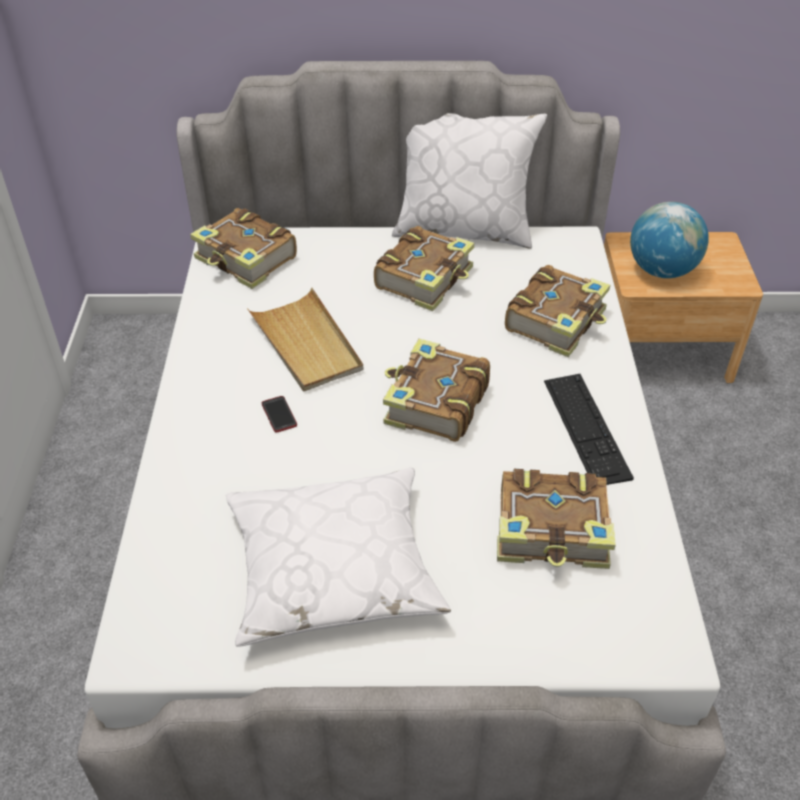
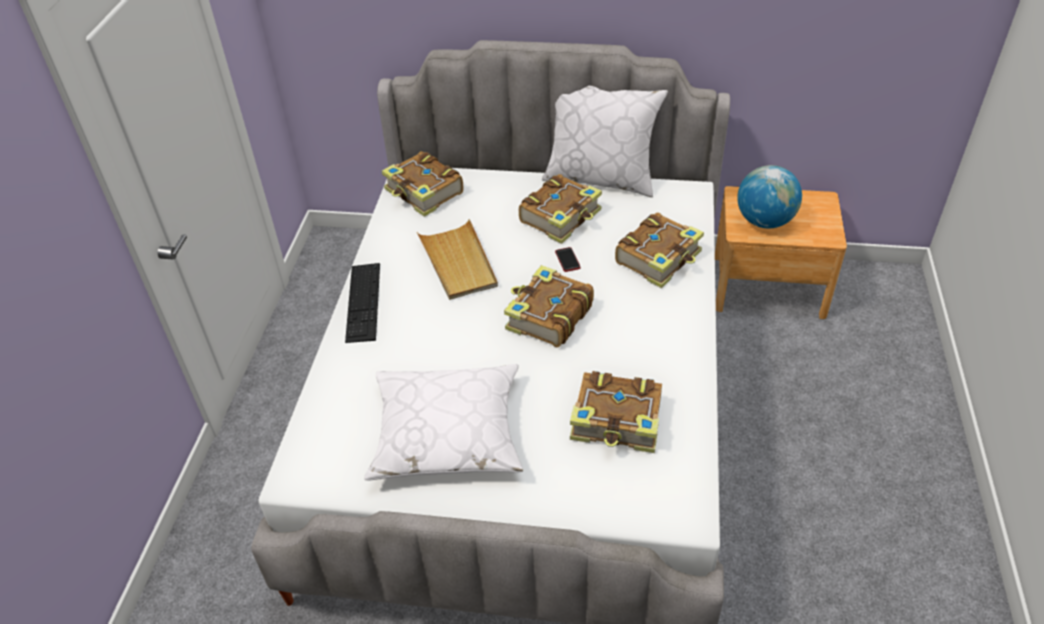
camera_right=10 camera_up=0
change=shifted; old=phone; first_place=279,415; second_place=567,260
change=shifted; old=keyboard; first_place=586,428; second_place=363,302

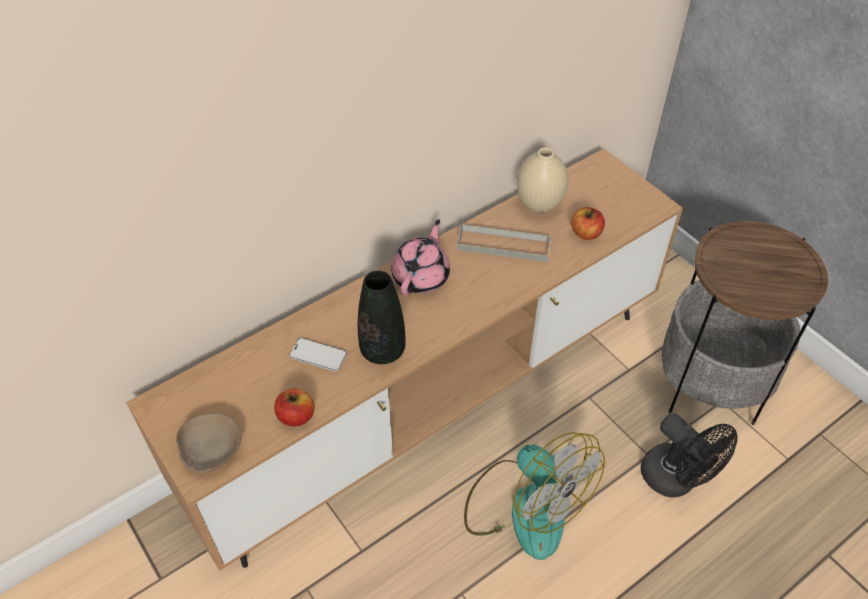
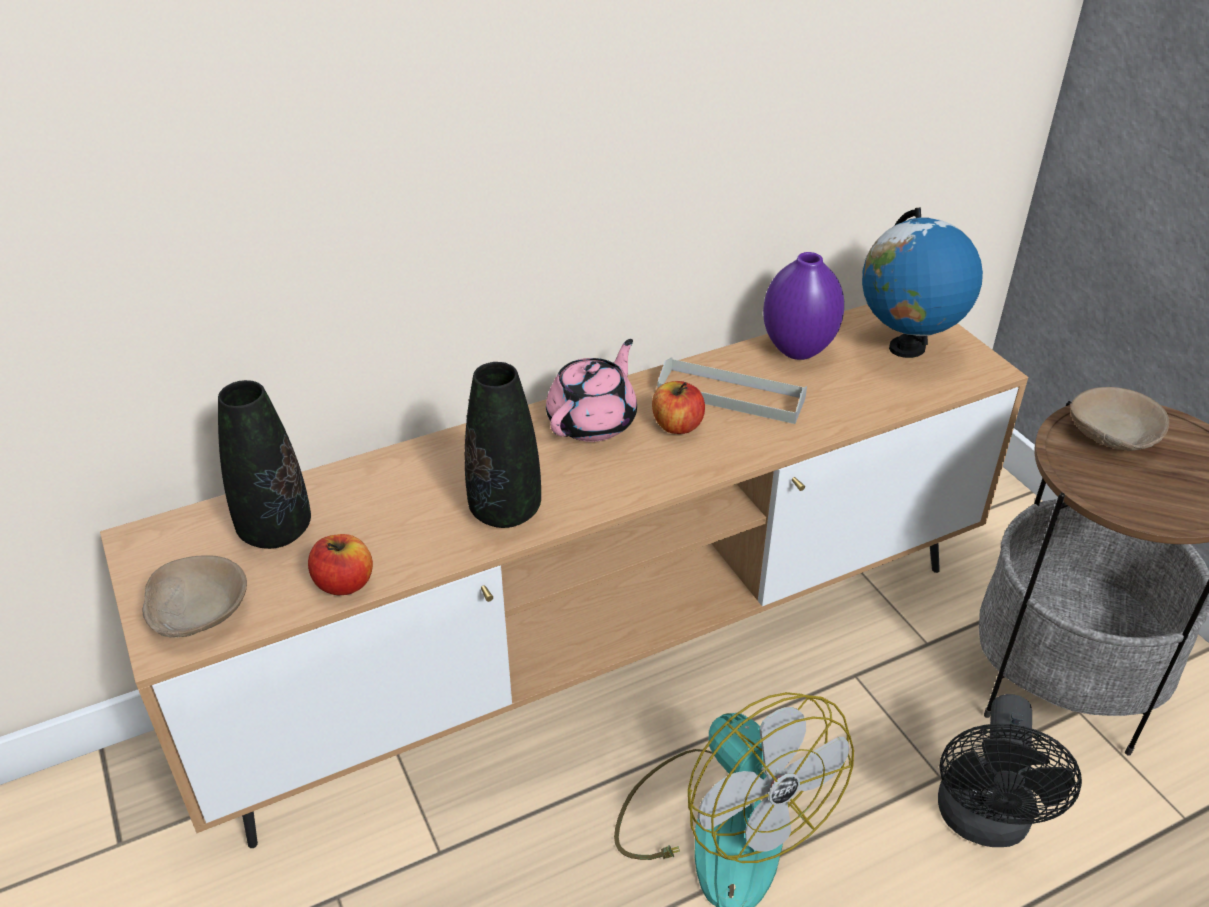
camera_right=10 camera_up=-10
change=gone; old=phone; first_place=318,356
change=new; new=vase (black); second_place=276,531
change=new; new=globe; second_place=906,348
change=new; new=bowl (beige); second_place=1113,434
change=shifted; old=apple; first_place=586,233; second_place=677,425
change=repainted; old=vase (beige); new=vase (purple); first_place=538,205; second_place=797,351
change=rotated; old=fan (black); first_place=676,480; second_place=983,822; degrees=45

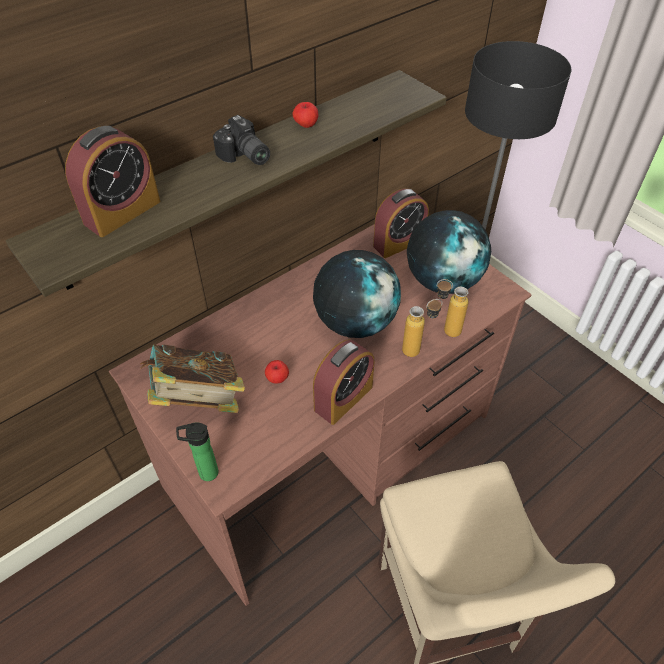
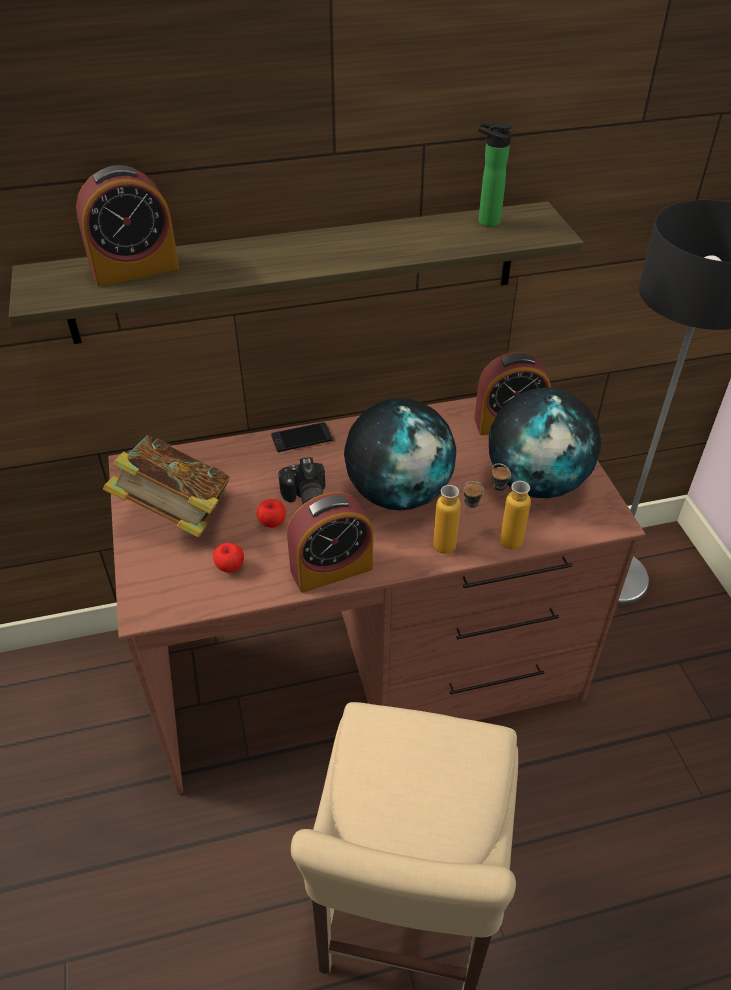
camera_right=25 camera_up=-5
change=new; new=phone; second_place=301,438
change=shifted; old=bottle; first_place=205,473; second_place=485,221
change=shifted; old=photo camera; first_place=244,157; second_place=305,499
change=shifted; old=apple; first_place=306,125; second_place=230,567

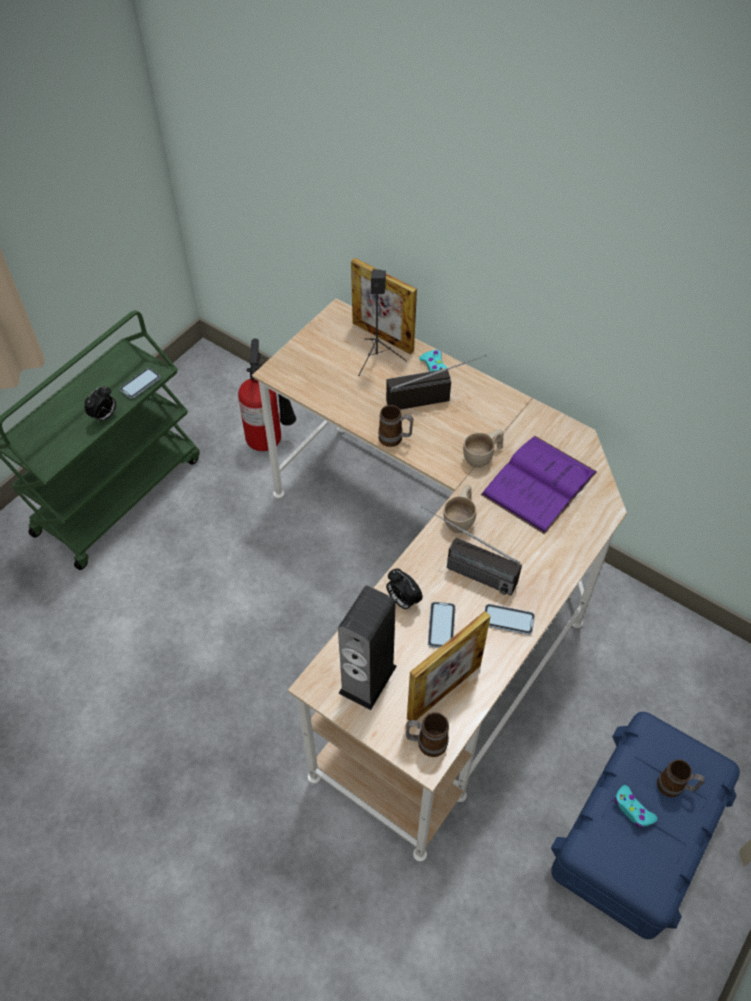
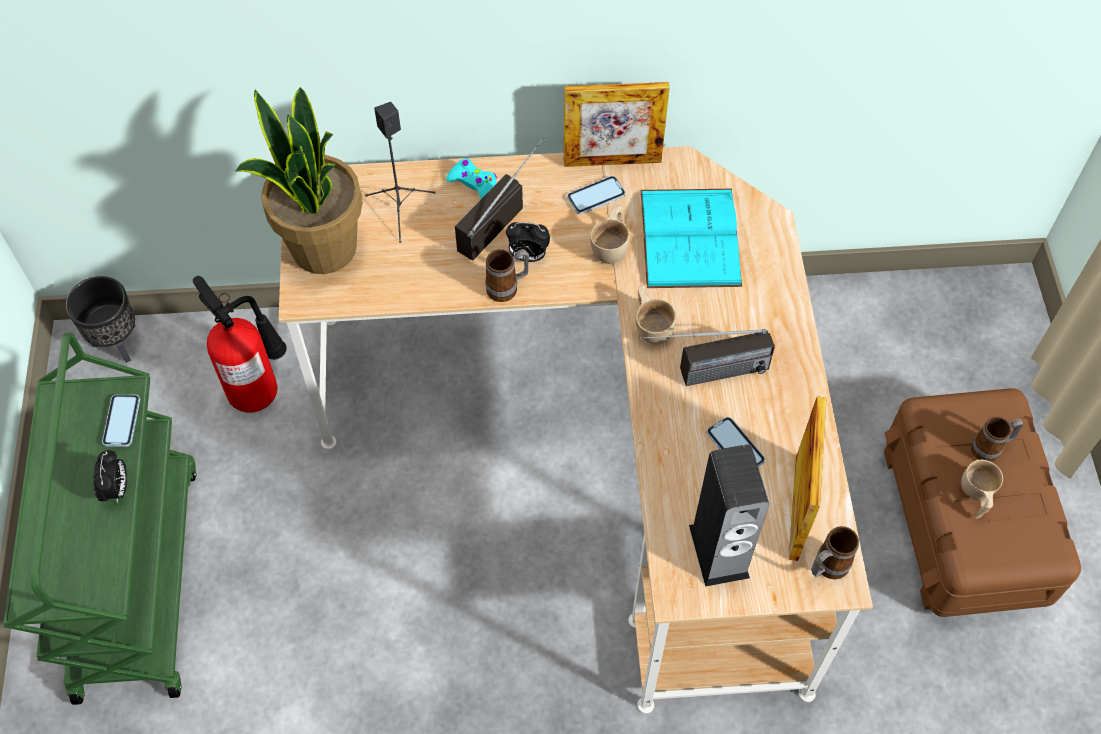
camera_right=-40 camera_up=5
change=new; new=planter (black); second_place=119,342
change=new; new=potted plant; second_place=322,248
change=shifted; old=picture frame; first_place=382,337; second_place=612,161
change=shifted; old=alarm clock; first_place=402,600; second_place=528,256
change=shifted; old=phone; first_place=508,620; second_place=596,196
change=swapped; old=game controller (turquoise); new=cup (beige); first_place=632,809; second_place=975,496
change=repainted; old=book (purple); new=book (turquoise); first_place=539,483; second_place=690,237
change=repainted; old=storage box (blue); new=storage box (brown); first_place=636,835; second_place=966,522

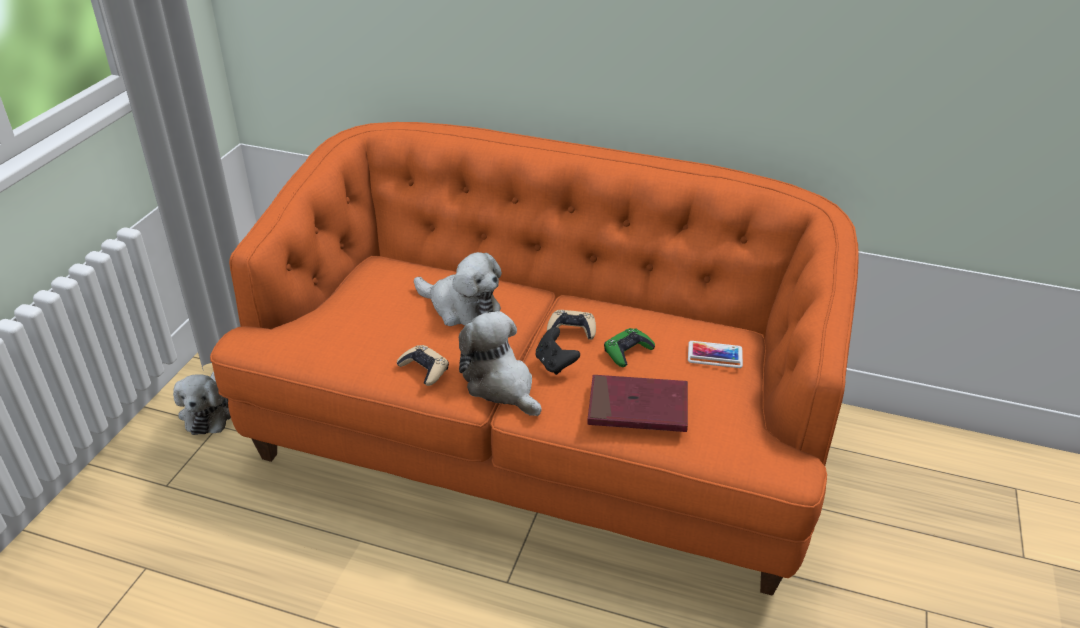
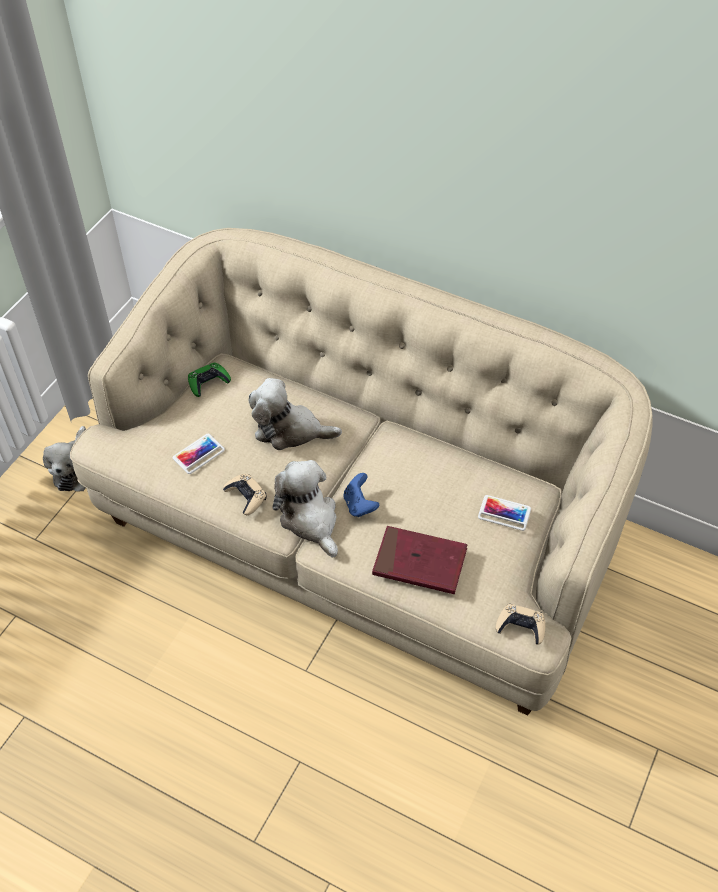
camera_right=10 camera_up=15
change=new; new=phone; second_place=198,454
change=shifted; old=game controller (beige); first_place=572,329; second_place=521,626
change=shifted; old=game controller (green); first_place=627,351; second_place=208,382
change=repainted; old=sofa (orange); new=sofa (beige); first_place=538,439; second_place=359,534
change=repainted; old=game controller (black); new=game controller (blue); first_place=555,364; second_place=359,505
change=rotated; old=plush toy; first_place=461,307; second_place=290,430; degrees=150

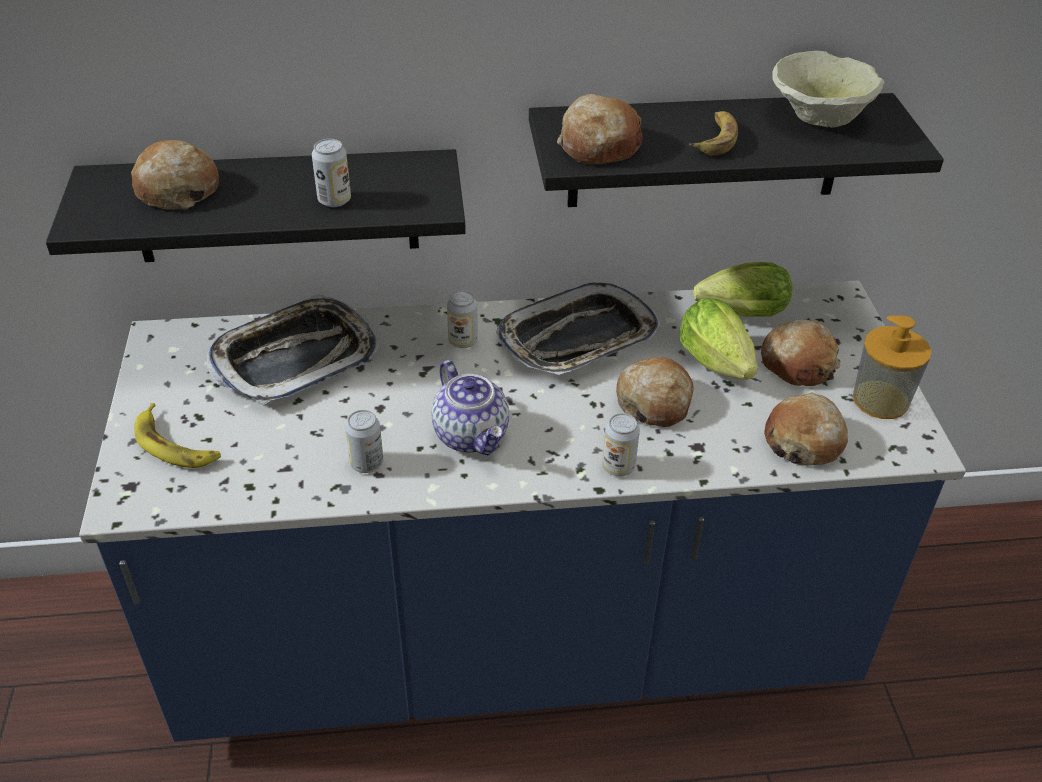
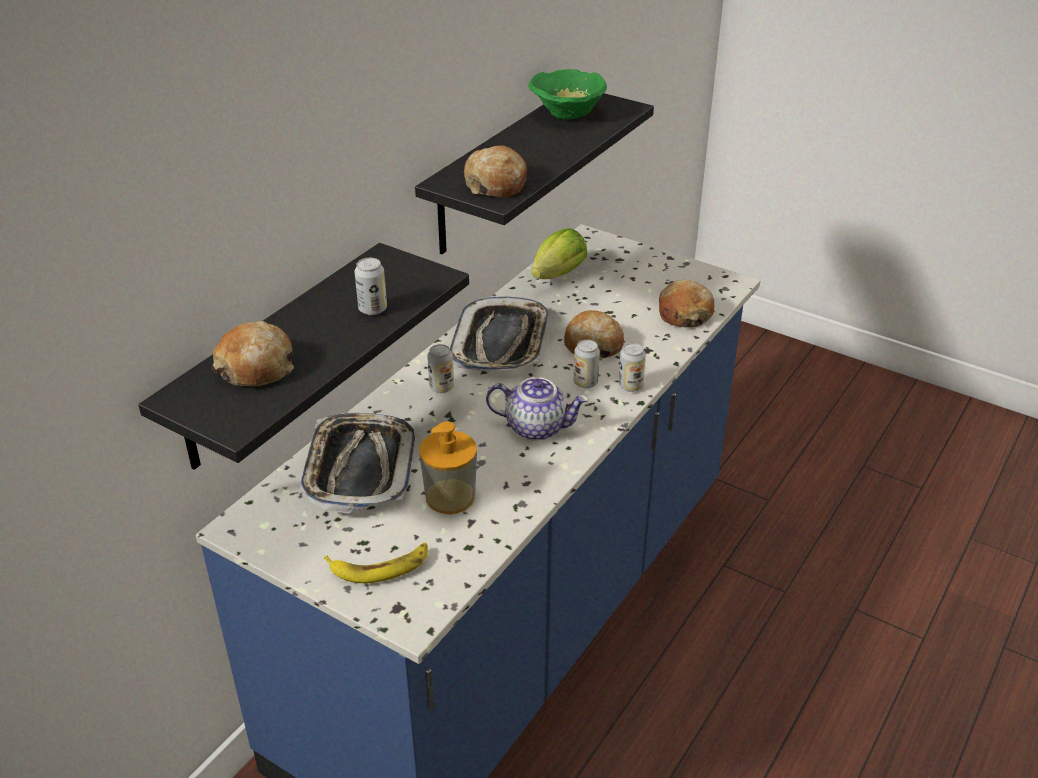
camera_right=-50 camera_up=-5
change=gone; old=lettuce; first_place=718,366
change=gone; old=banana; first_place=714,139
change=gone; old=bread; first_place=798,364
change=shifted; old=can; first_place=367,463; second_place=585,382
change=shifted; old=soap dispenser; first_place=880,400; second_place=450,496
change=repainted; old=bowl (beige); new=bowl (green); first_place=819,116; second_place=566,113

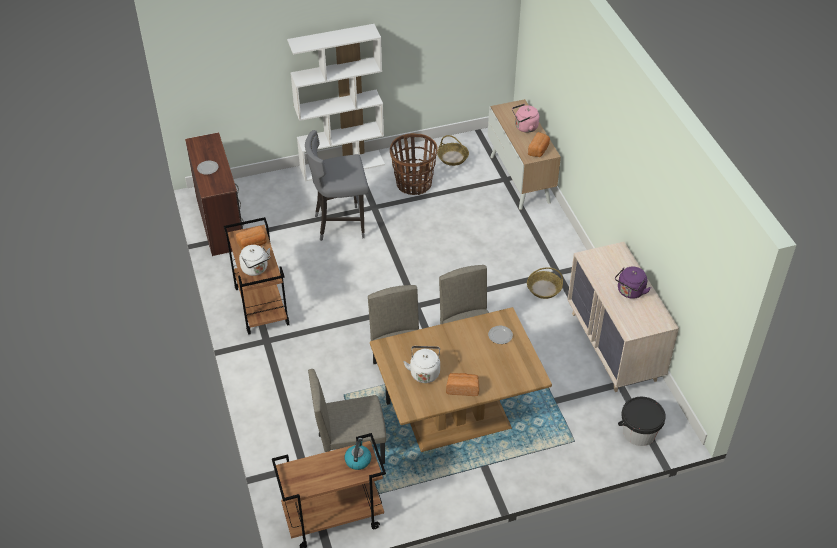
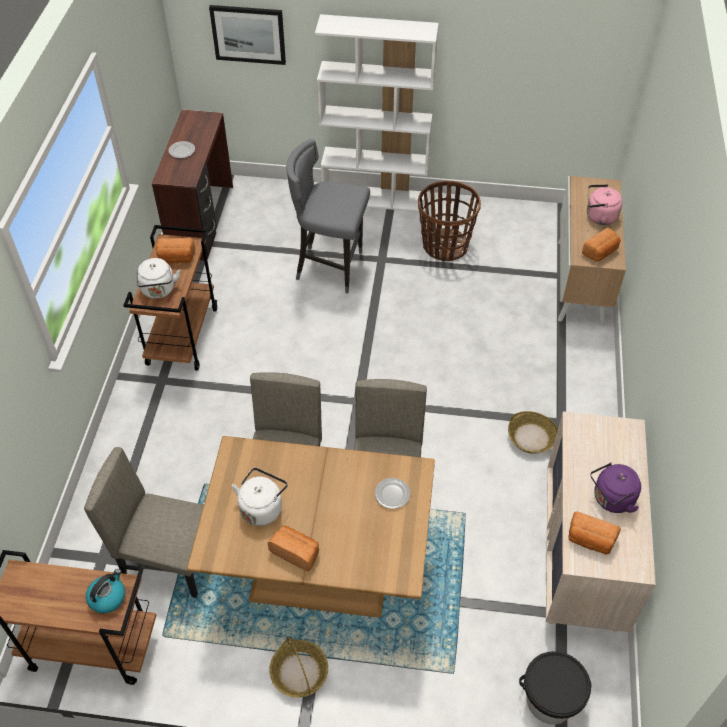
camera_right=25 camera_up=5
change=new; new=picture; second_place=248,34
change=new; new=bread; second_place=590,540
change=shifted; old=basket; first_place=452,158; second_place=299,672

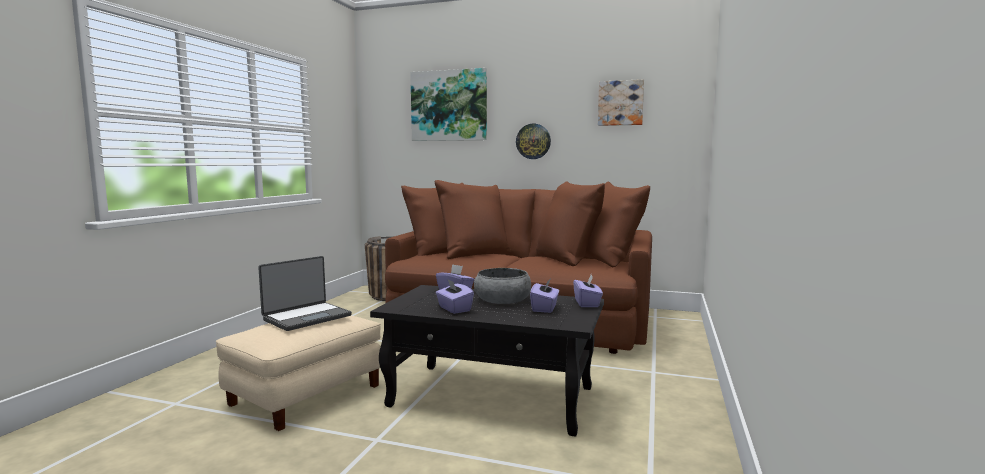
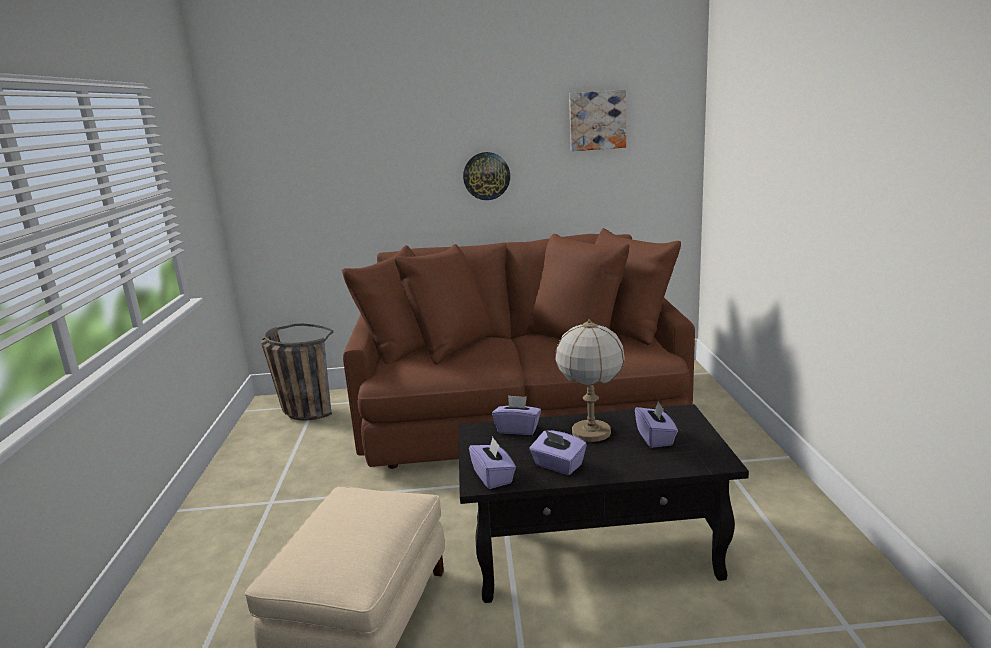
camera_right=-20 camera_up=10
change=gone; old=laptop; first_place=306,317
change=gone; old=picture; first_place=449,105
change=shifted; old=tissue box (purple); first_place=587,303; second_place=493,477
change=swapped; old=bowl (grey); new=table lamp; first_place=502,299; second_place=591,432

